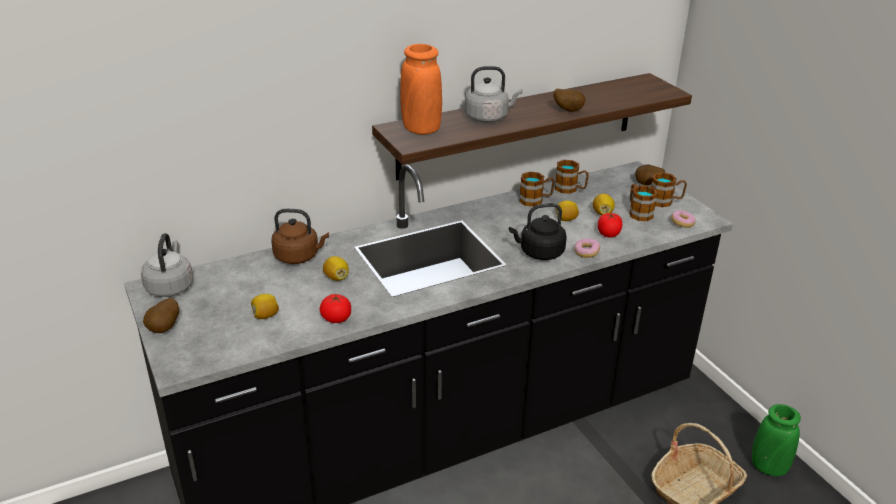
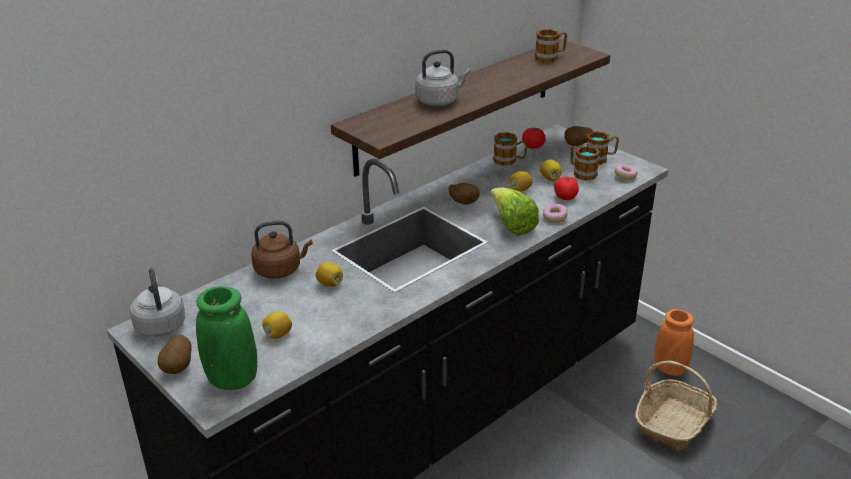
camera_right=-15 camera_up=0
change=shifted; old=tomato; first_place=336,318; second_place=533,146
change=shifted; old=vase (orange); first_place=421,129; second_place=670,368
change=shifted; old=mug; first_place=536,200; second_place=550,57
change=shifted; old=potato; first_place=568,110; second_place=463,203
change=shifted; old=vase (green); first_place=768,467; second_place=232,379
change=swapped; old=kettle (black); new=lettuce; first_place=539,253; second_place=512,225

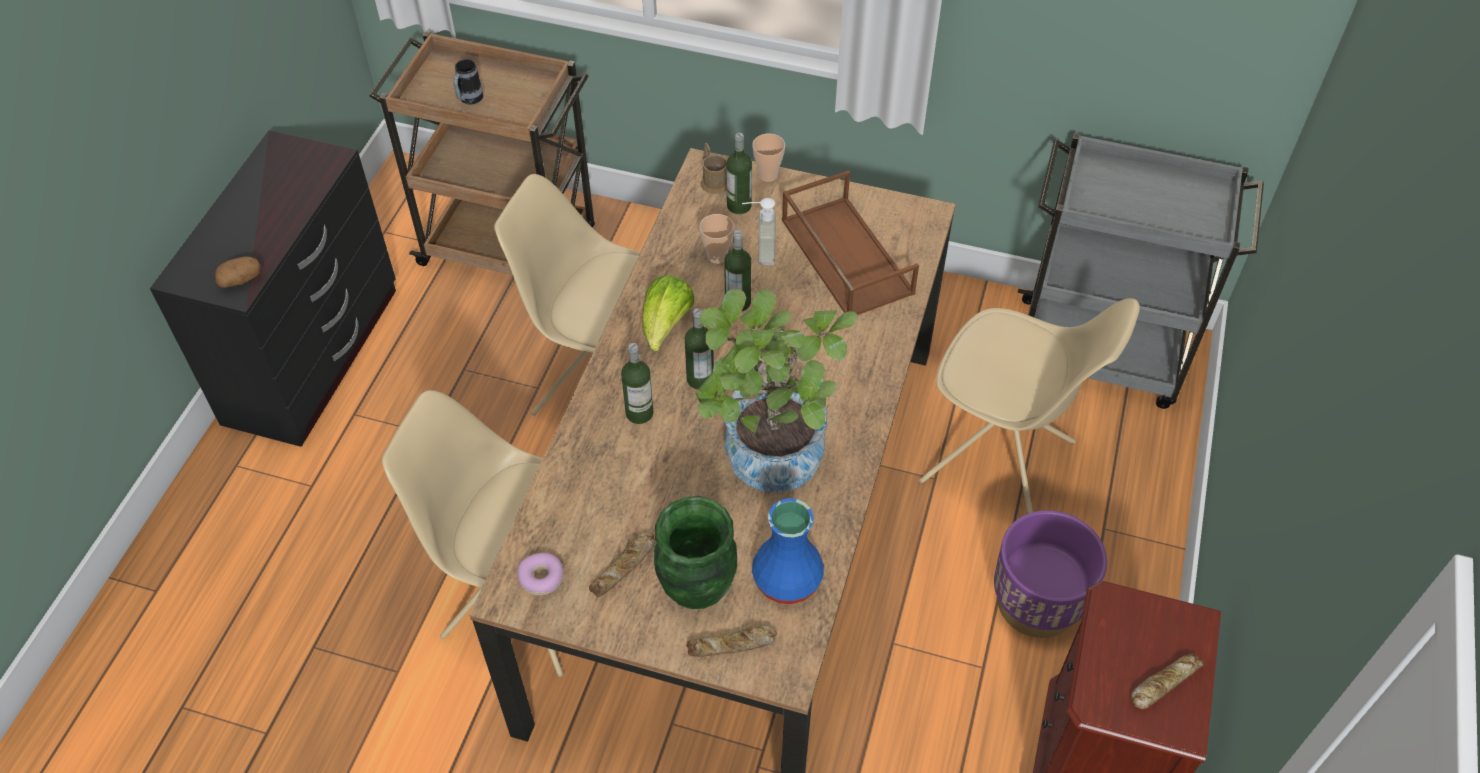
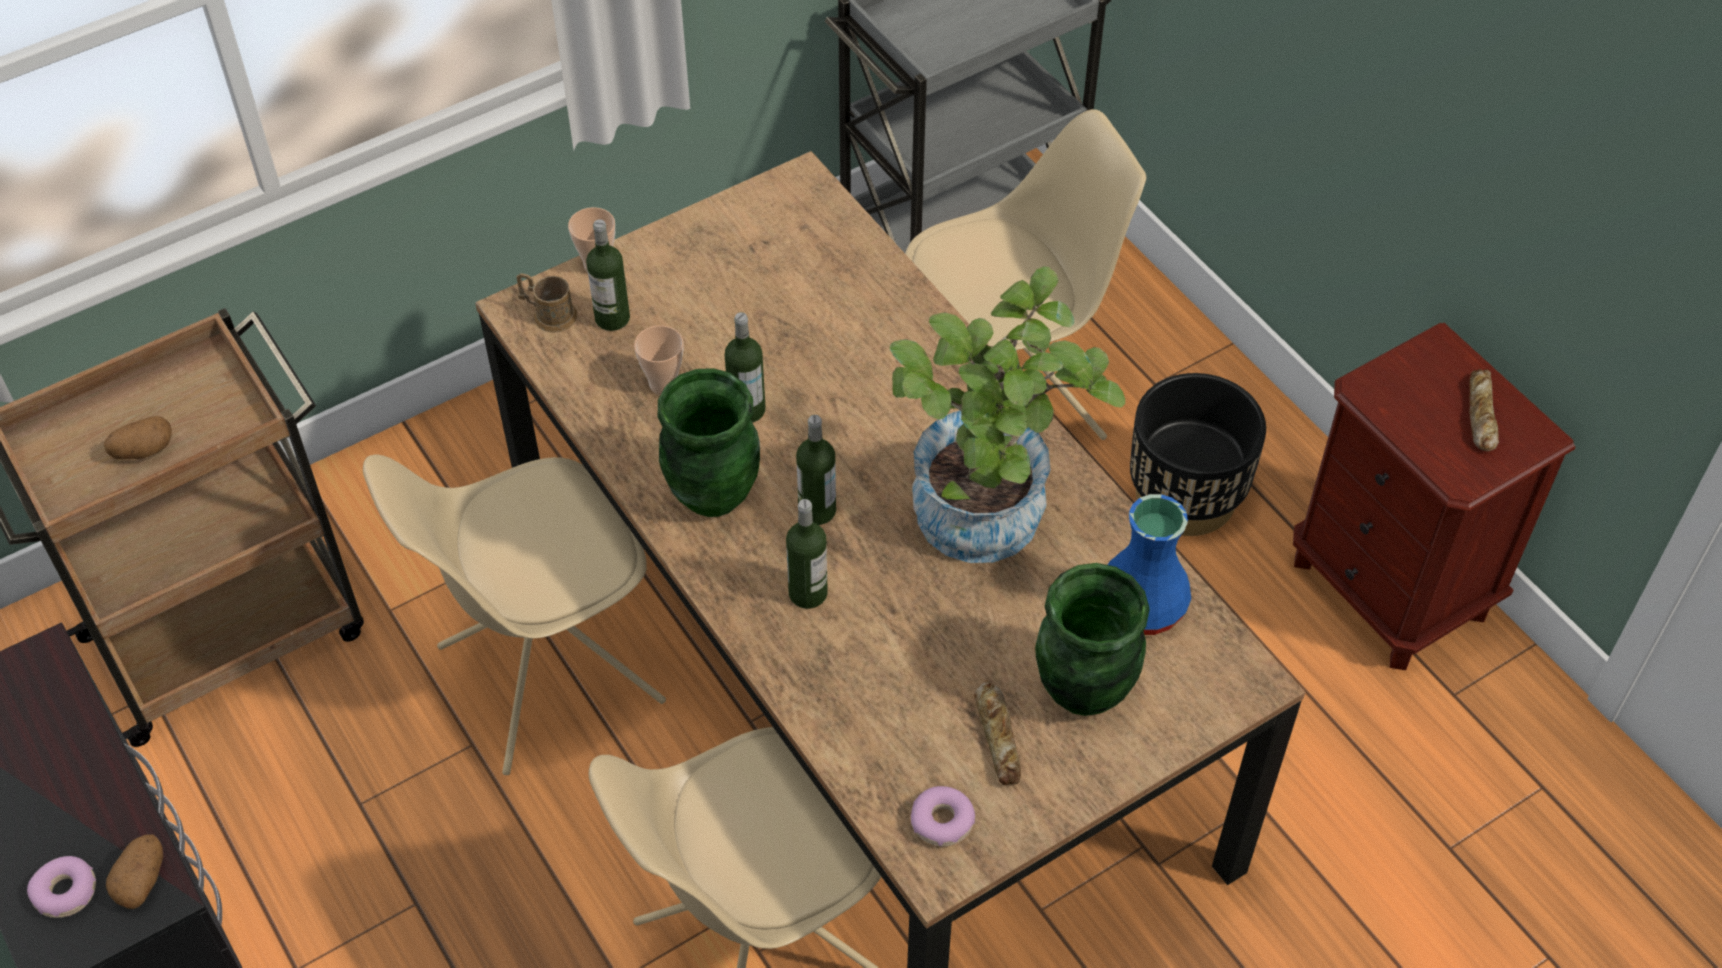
camera_right=-50 camera_up=0
change=gone; old=bread; first_place=732,645
change=gone; old=soap dispenser; first_place=758,251
change=gone; old=tray (brown); first_place=844,256
change=new; new=donut; second_place=66,892
change=swapped; old=mug; new=potato; first_place=468,100; second_place=143,451
change=swapped; old=lettuce; new=vase (green); first_place=666,327; second_place=713,493
change=repainted; old=planter (purple); new=planter (black); first_place=1037,603; second_place=1186,497

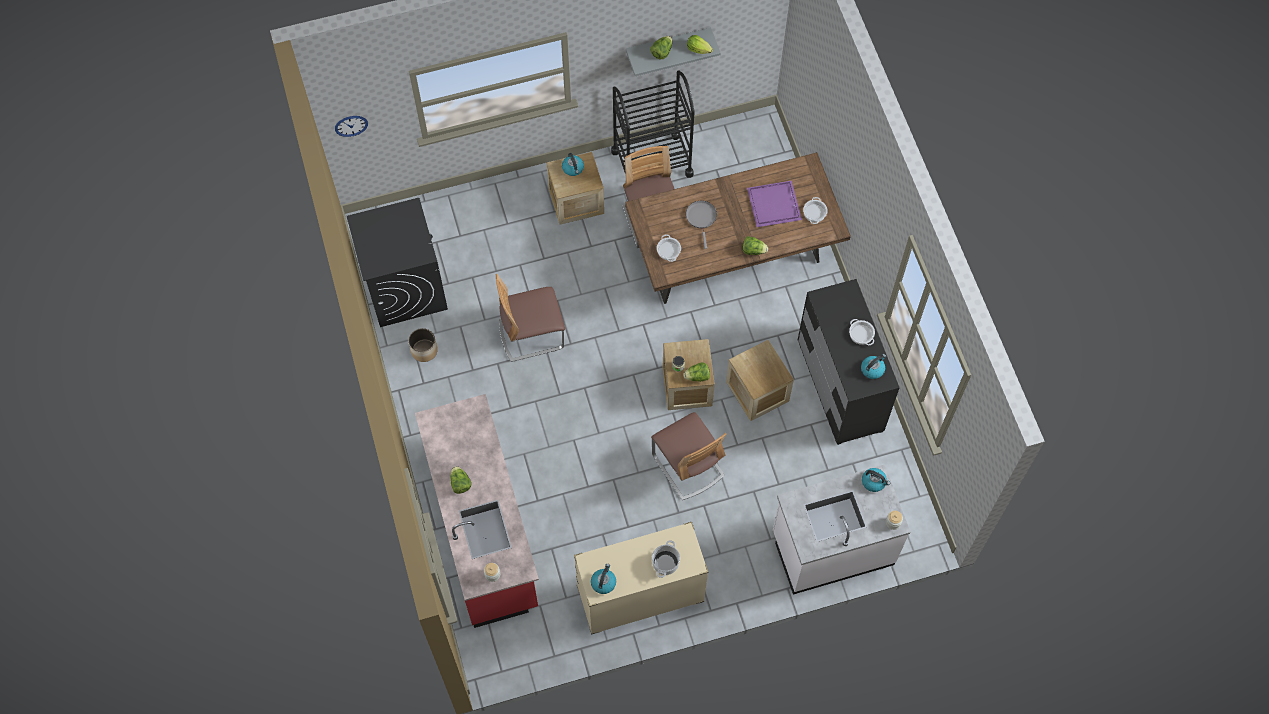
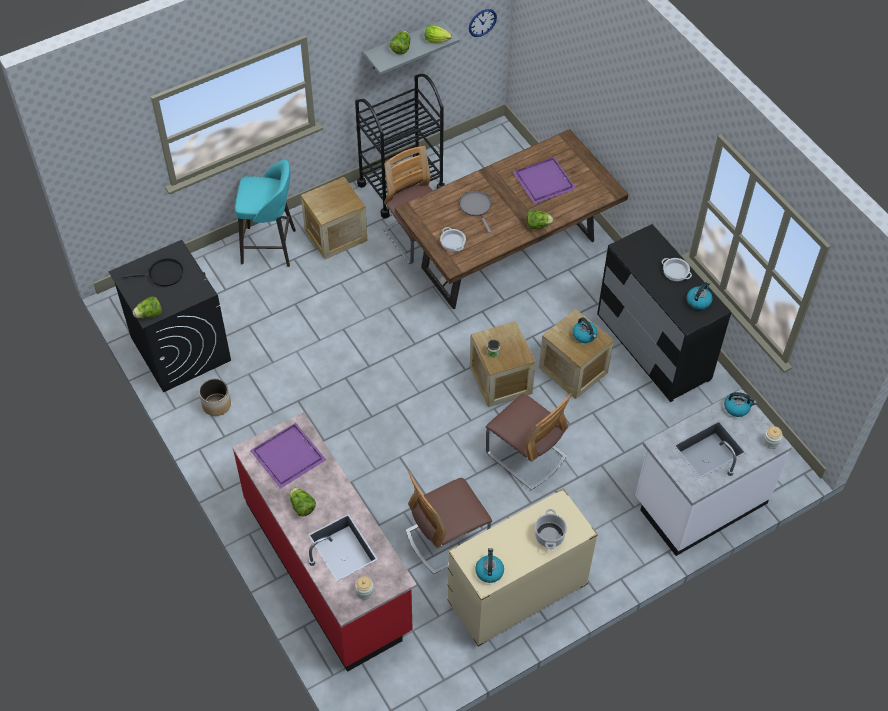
camera_right=-15 camera_up=-10
change=gone; old=cooking pot; first_place=814,212
change=new; new=frying pan (black); second_place=163,274
change=new; new=stool (turquoise); second_place=270,247
change=new; new=tray (purple); second_place=289,456
change=shifted; old=wall clock; first_place=351,125; second_place=482,22
change=shifted; old=chair; first_place=531,334; second_place=446,538
change=shifted; old=kettle; first_place=573,168; second_place=584,335
change=shifted; old=lettuce; first_place=697,376; second_place=149,314

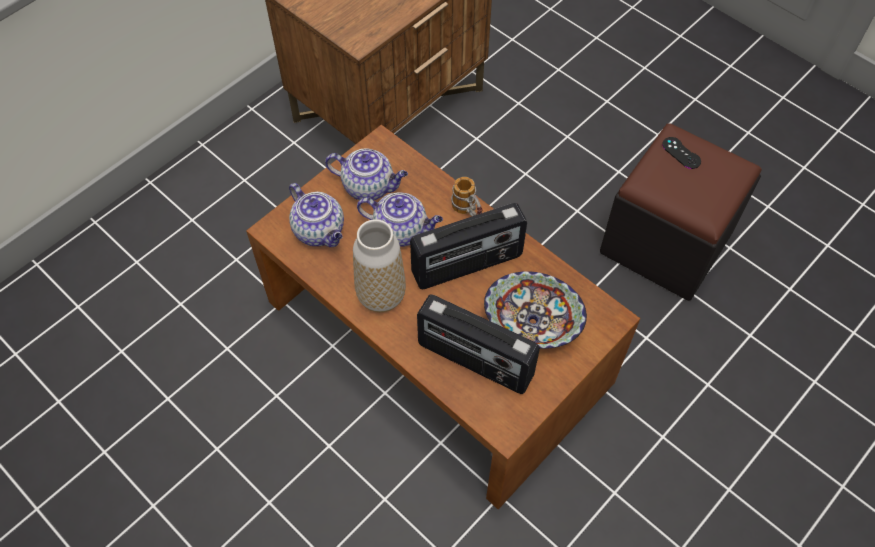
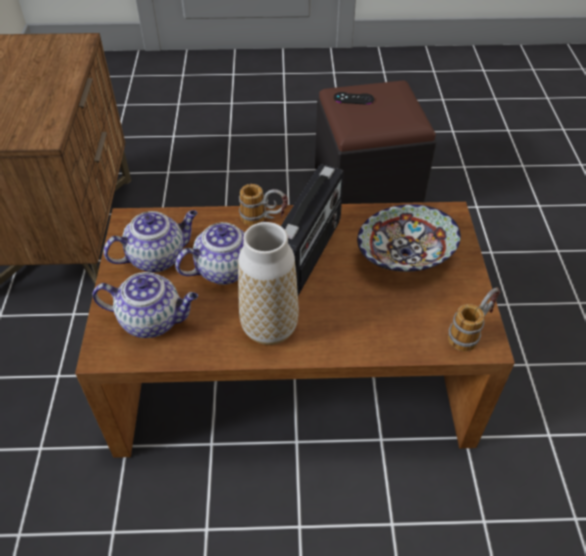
camera_right=-45 camera_up=-10
change=gone; old=radio; first_place=474,361
change=new; new=mug; second_place=471,332

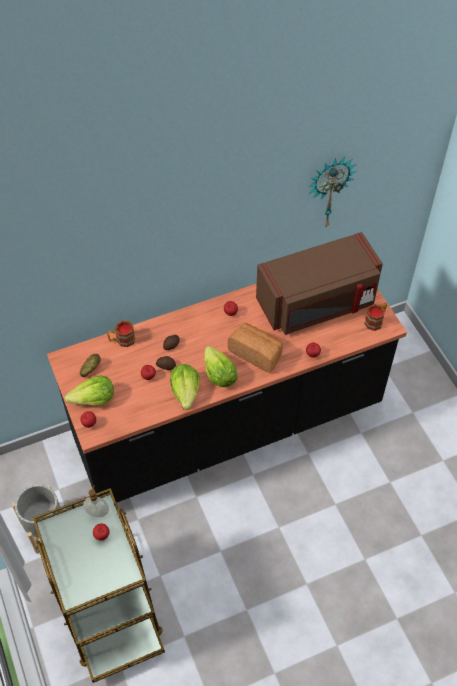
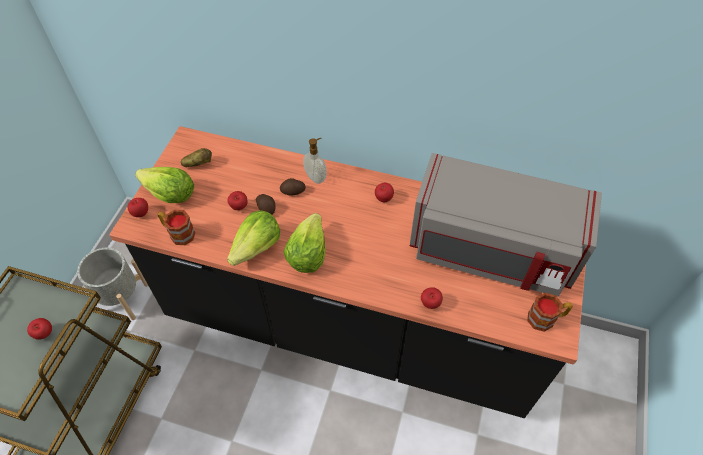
camera_right=40 camera_up=0
change=gone; old=bread; first_place=256,353
change=gone; old=wall clock; first_place=328,191
change=shifted; old=soap dispenser; first_place=98,512; second_place=316,177
change=shifted; old=mug; first_place=122,340; second_place=178,233
change=repainted; old=microwave (brown); new=microwave (grey); first_place=317,304; second_place=491,251

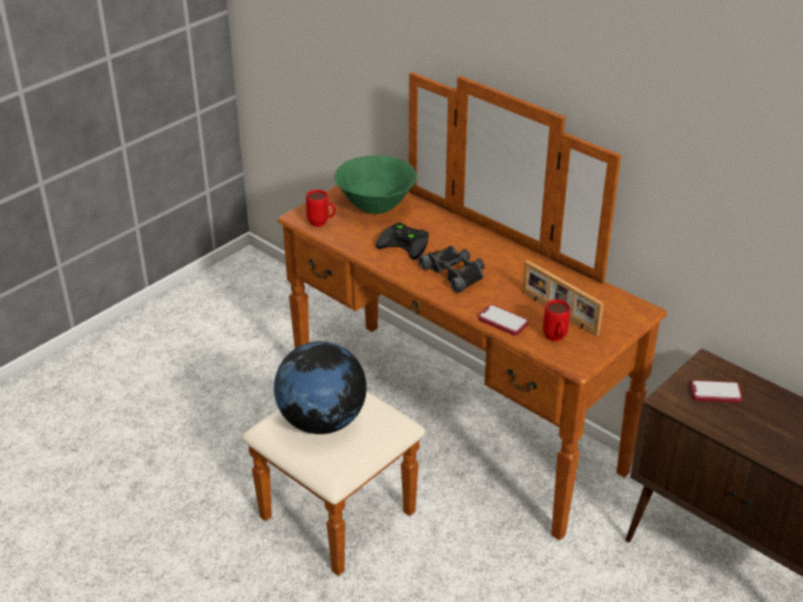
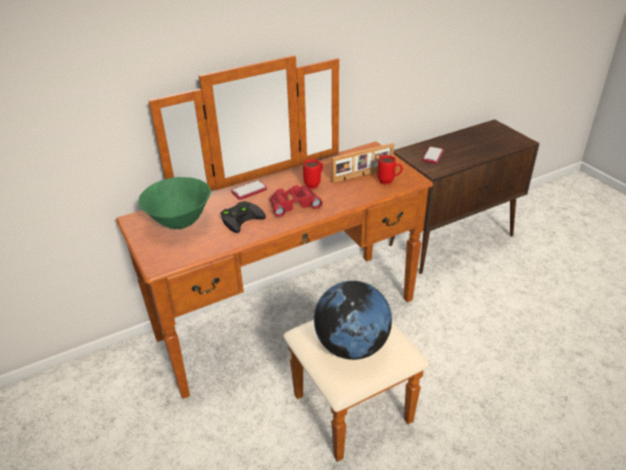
camera_right=-70 camera_up=0
change=shifted; old=mug (red); first_place=322,224; second_place=314,184
change=shifted; old=phone; first_place=503,321; second_place=249,191
change=repainted; old=binoculars (black); new=binoculars (red); first_place=455,272; second_place=293,204

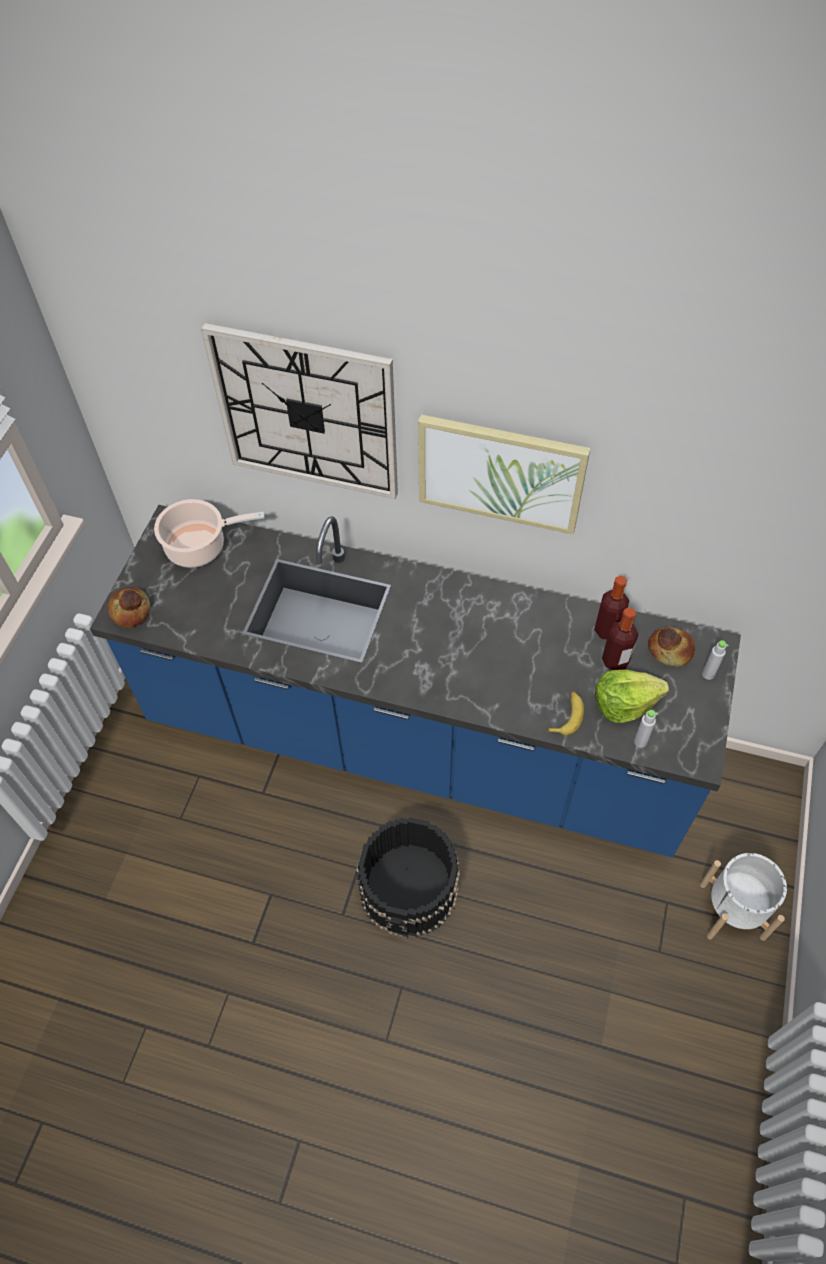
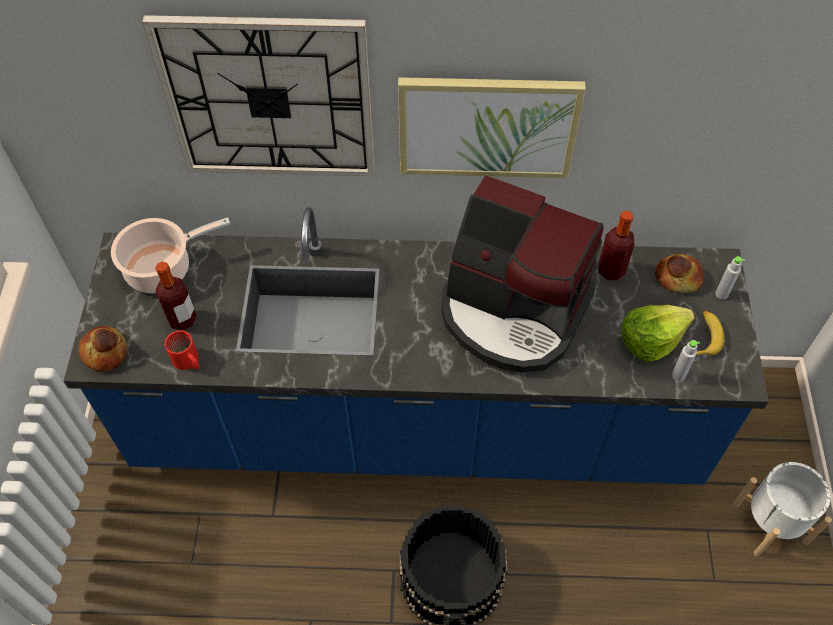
camera_right=-15 camera_up=0
change=new; new=mug (red); second_place=187,362
change=new; new=coffee machine; second_place=513,311
change=shifted; old=banana; first_place=567,716; second_place=706,336
change=shifted; old=bottle; first_place=615,661; second_place=182,319

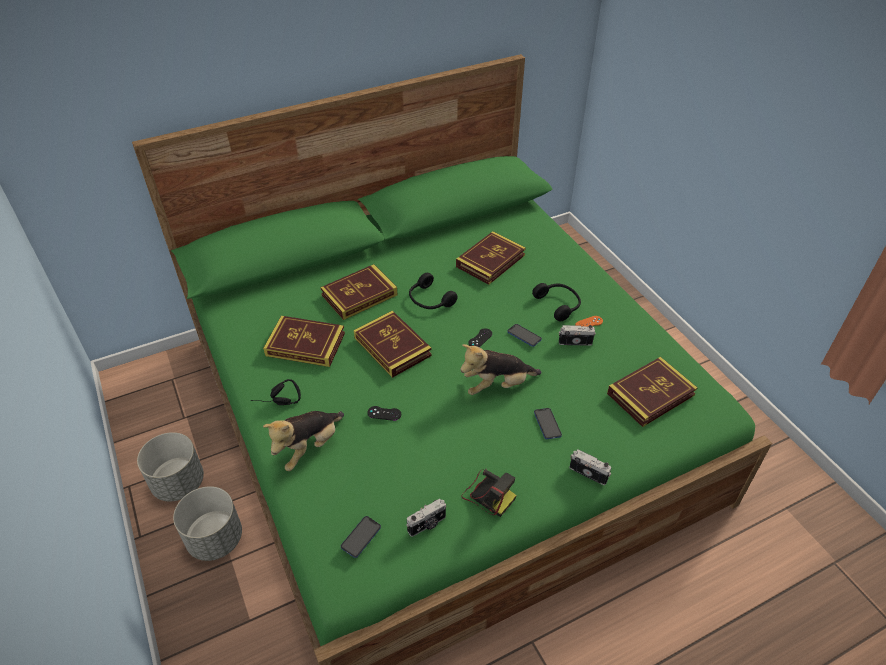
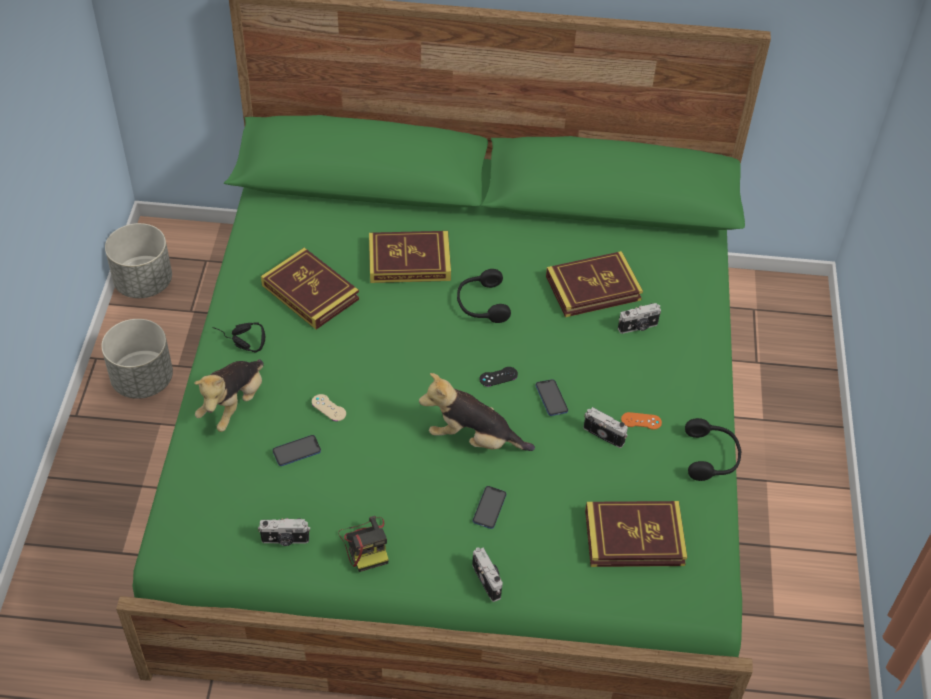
camera_right=30 camera_up=5
change=gone; old=book; first_place=392,346
change=new; new=photo camera; second_place=638,327
change=shifted; old=planter (grey); first_place=215,538; second_place=144,282
change=shifted; old=phone; first_place=361,537; second_place=296,451
change=shifted; old=headphones (black); first_place=559,304; second_place=712,457
change=repainted; old=game controller (black); new=game controller (beige); first_place=384,413; second_place=328,408
change=rotated; old=plush toy; first_place=308,447; second_place=233,405; degrees=-45

